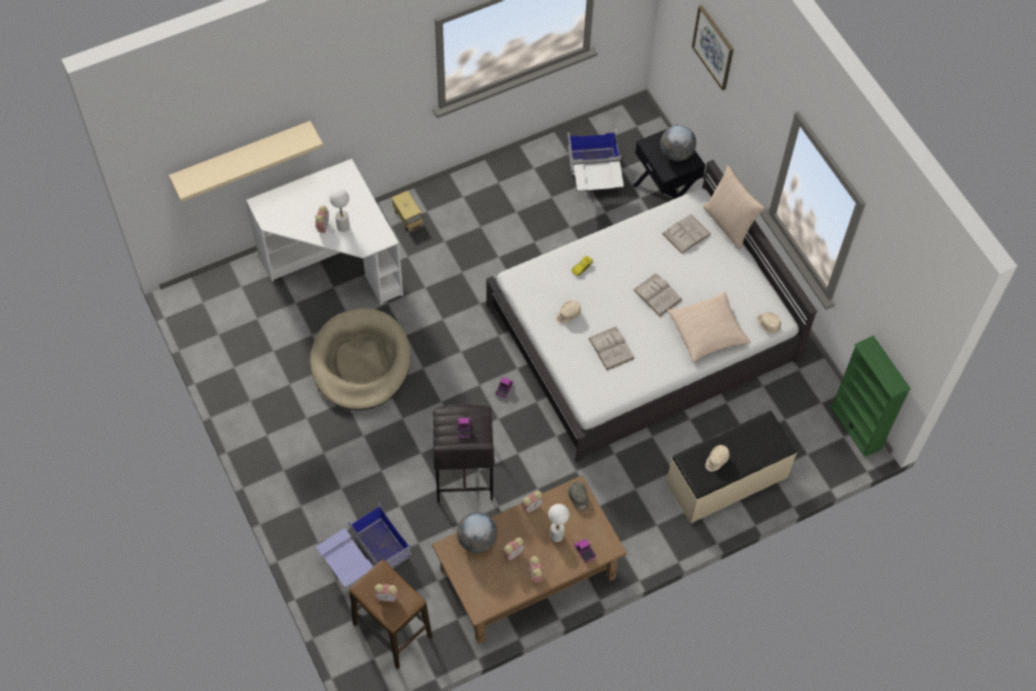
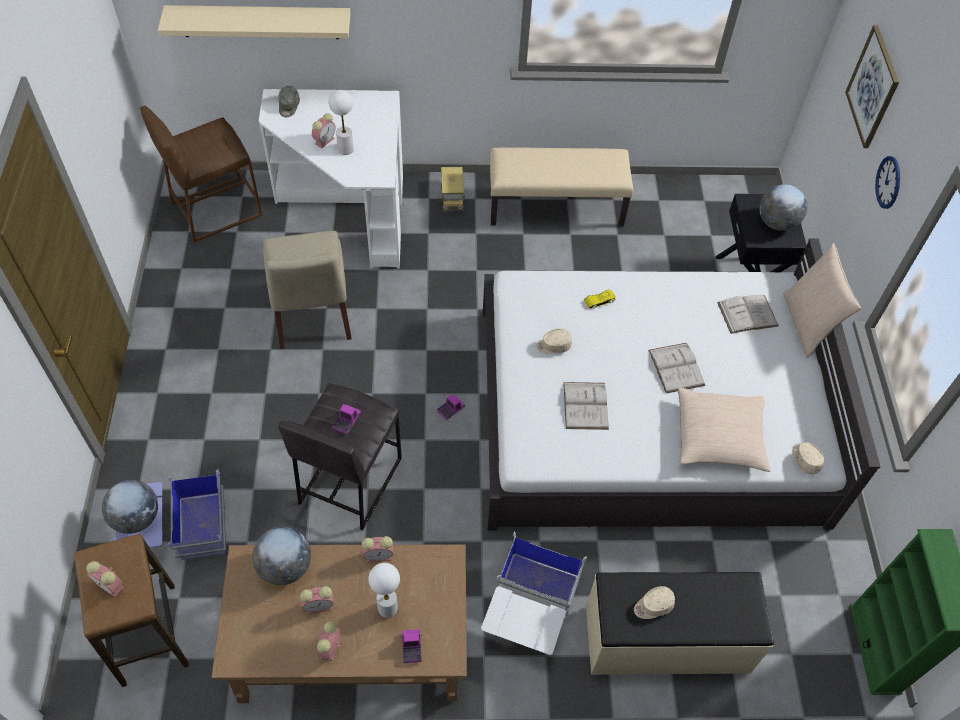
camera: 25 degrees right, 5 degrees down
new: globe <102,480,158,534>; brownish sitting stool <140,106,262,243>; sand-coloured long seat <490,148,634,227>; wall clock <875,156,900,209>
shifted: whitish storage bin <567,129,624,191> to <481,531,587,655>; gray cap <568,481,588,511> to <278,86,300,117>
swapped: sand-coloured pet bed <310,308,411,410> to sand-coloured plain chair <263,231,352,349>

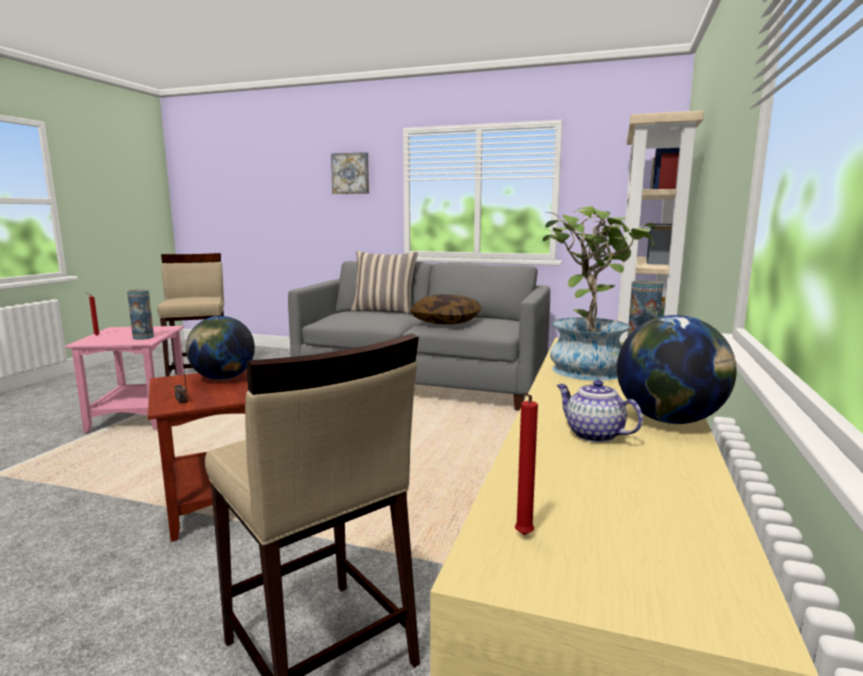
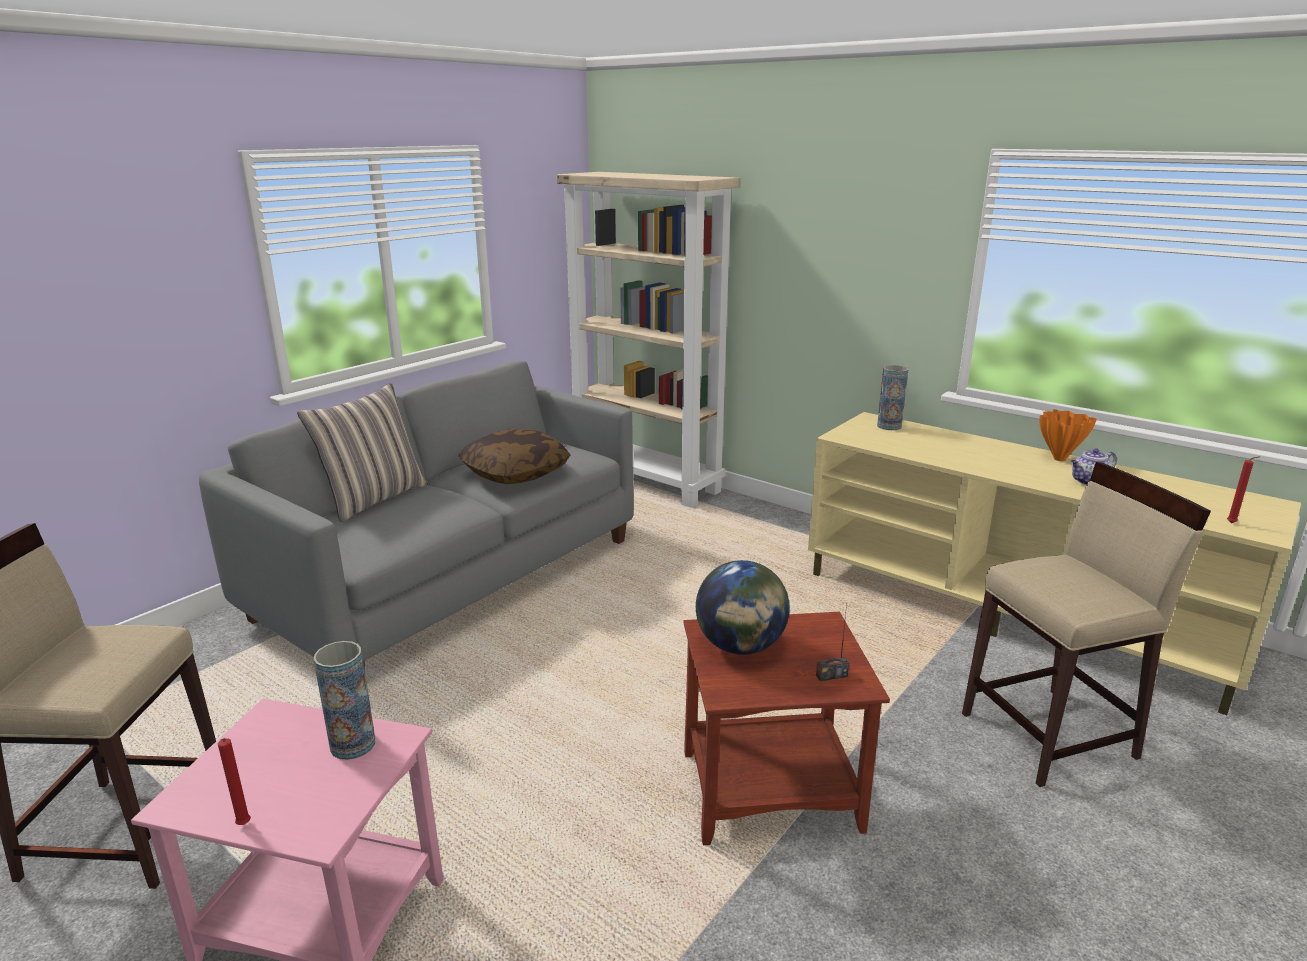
camera: 70 degrees left, 10 degrees up
gone: wall picture <331,152,369,194>; potted plant <543,206,655,381>
swapped: globe <617,315,737,424> to orangey vase <1040,409,1097,461>

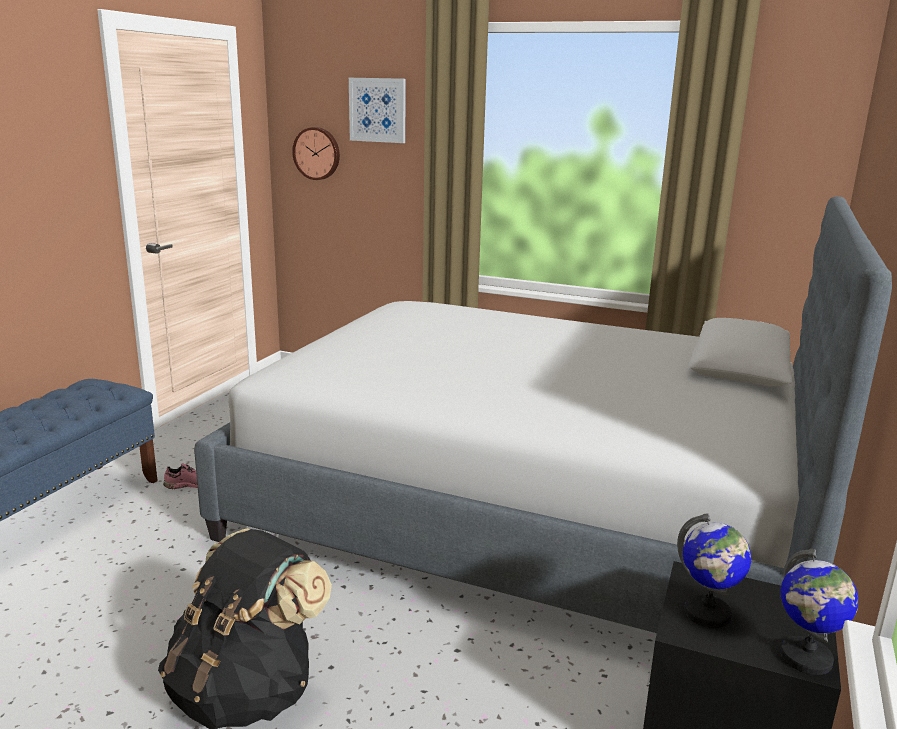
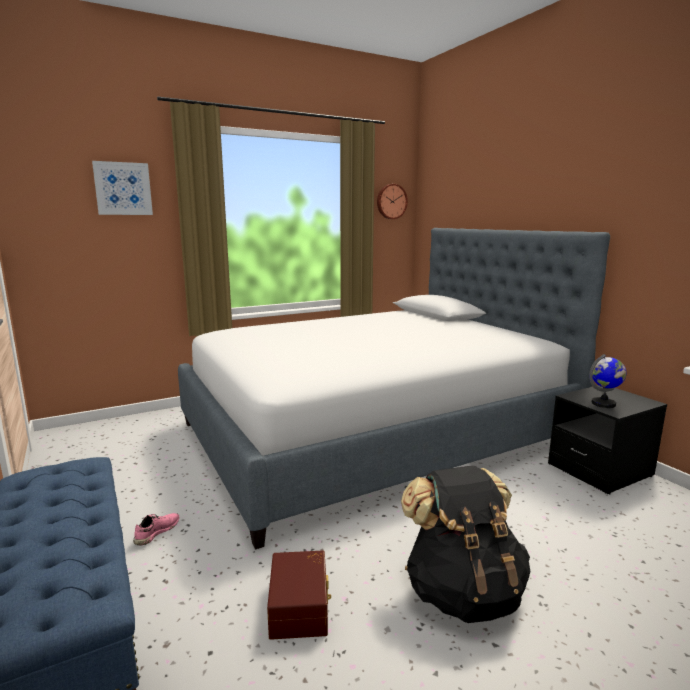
camera: 50 degrees left, 5 degrees down
gone: globe <780,549,858,675>
new: brownish storage bin <267,550,331,640>
shifted: wall clock <292,127,340,180> to <377,184,408,219>

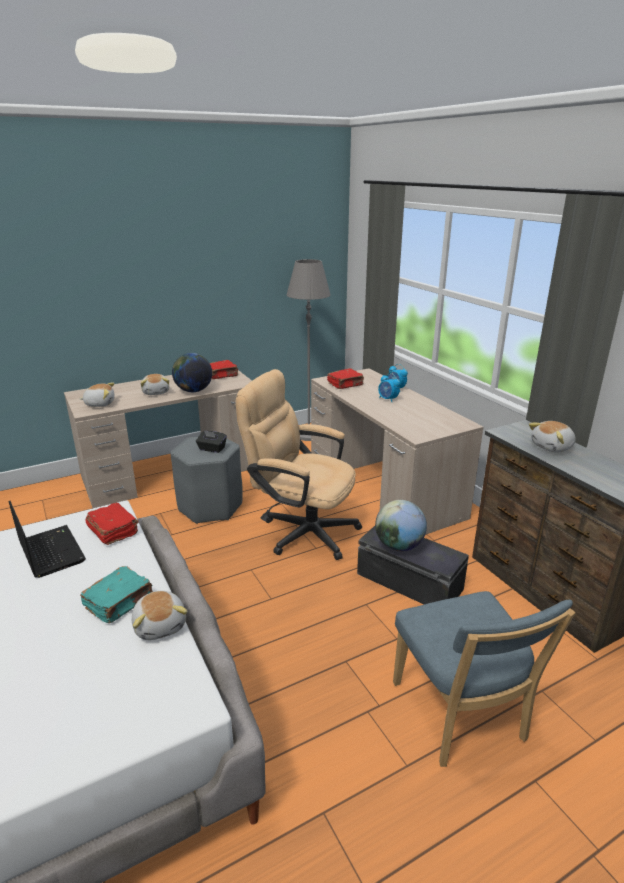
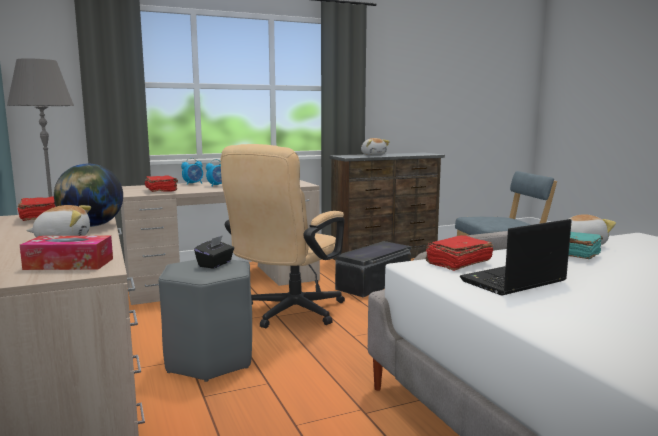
camera: 85 degrees left, 15 degrees down
gone: globe <375,500,427,551>
swapped: plush toy <79,383,114,407> to tissue box <20,236,113,270>

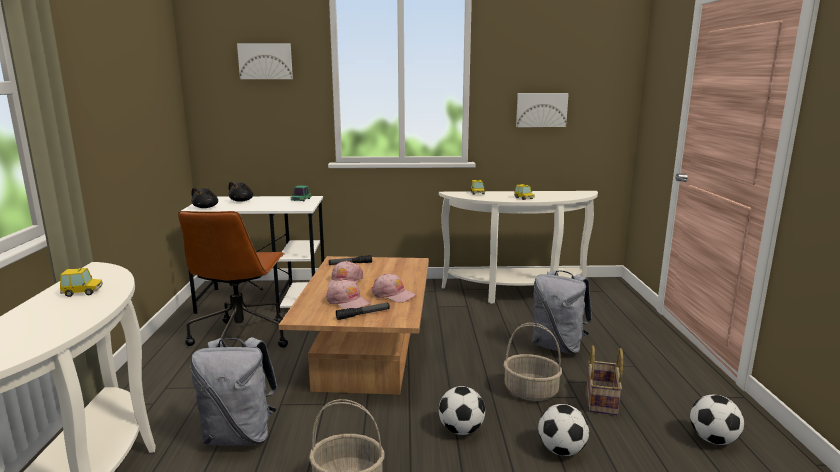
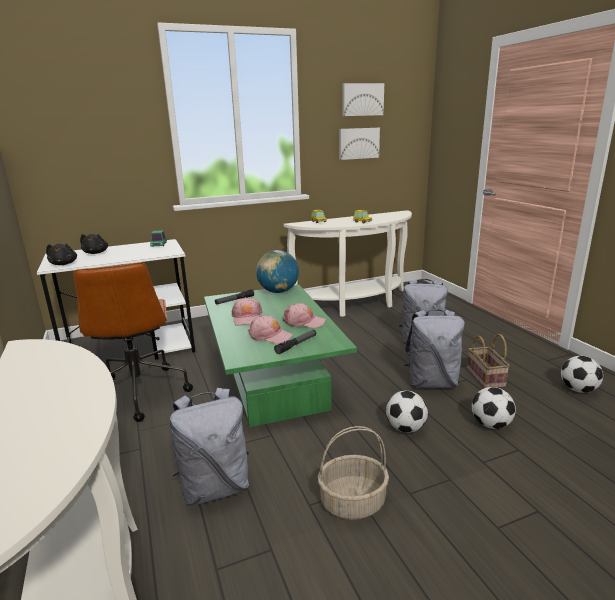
camera: 20 degrees left, 5 degrees up
gone: toy car <60,268,103,297>
new: globe <256,250,299,293>
shifted: wall picture <237,43,293,79> to <343,83,384,116>
swapped: storage basket <503,323,562,401> to gray knapsack <404,309,465,388>
repainted: brownish coffee table <279,256,429,395> to greenish coffee table <204,285,357,427>

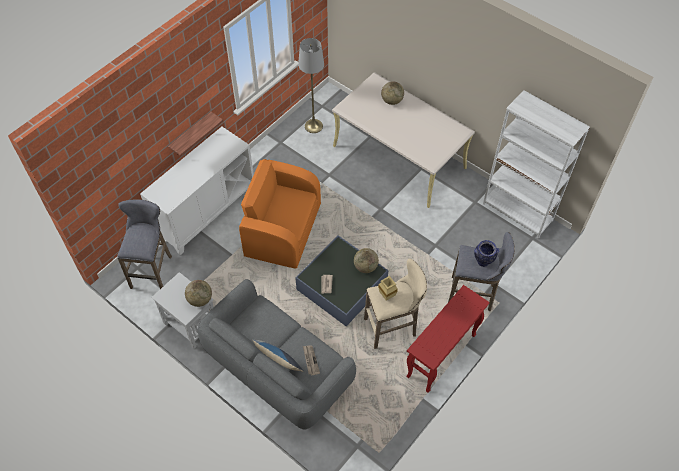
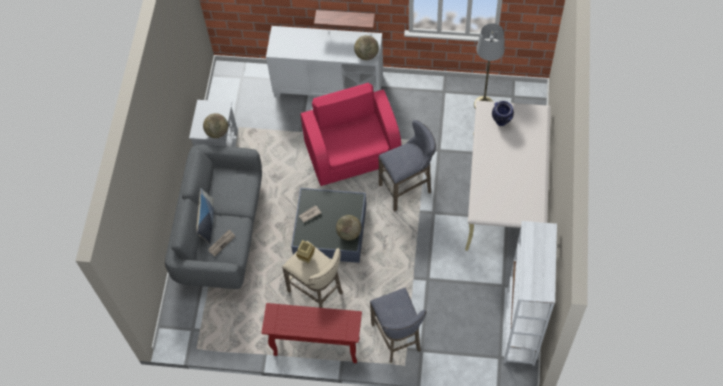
camera: 60 degrees right, 5 degrees up
shifted: gray sitting stool <117,199,172,289> to <378,120,436,212>; globe <381,81,404,105> to <354,35,379,60>; vase <474,240,499,267> to <492,101,514,126>
repainted: orangey easy chair <239,159,321,268> to pink-coloured easy chair <301,83,401,186>

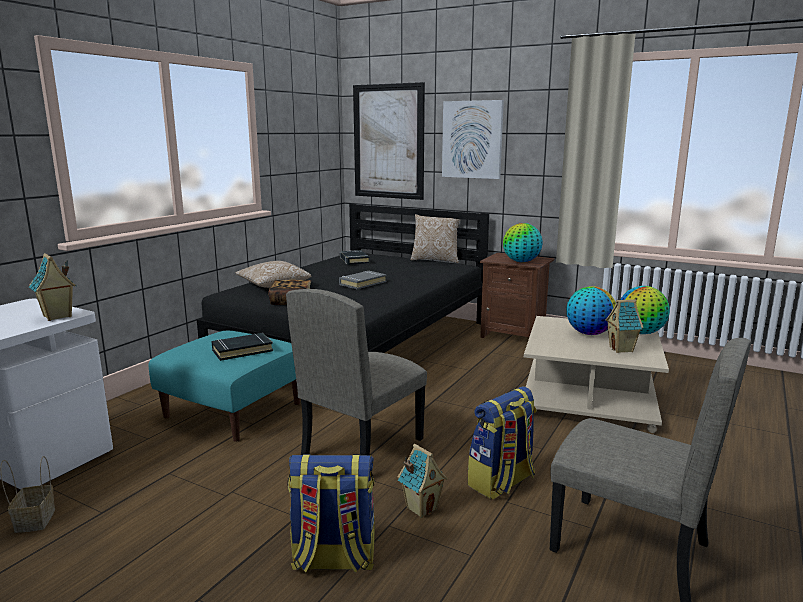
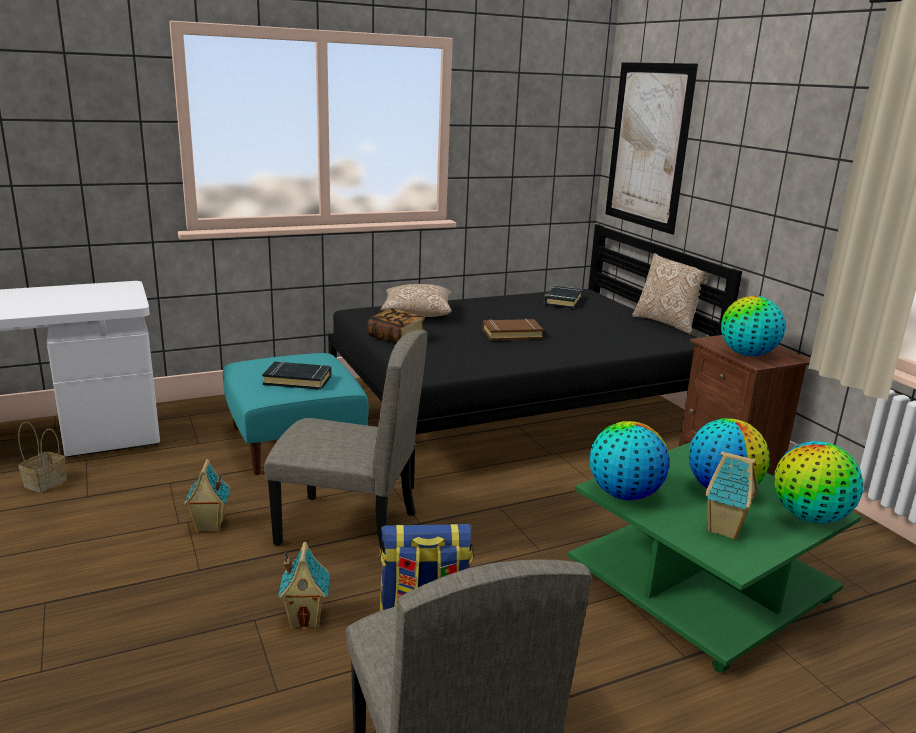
camera: 35 degrees right, 5 degrees up
gone: knapsack <288,454,375,573>; wall picture <442,100,504,179>
new: globe <590,421,670,500>
shifted: toy house <29,253,77,321> to <184,459,231,532>
repainted: gray bound book <339,271,387,289> to brownish bound book <482,319,544,341>; sand-coloured coffee table <524,316,669,433> to greenish coffee table <568,442,861,673>
rotated: sand-coloured plain chair <286,289,427,455> = <264,330,428,553> 150 degrees counterclockwise

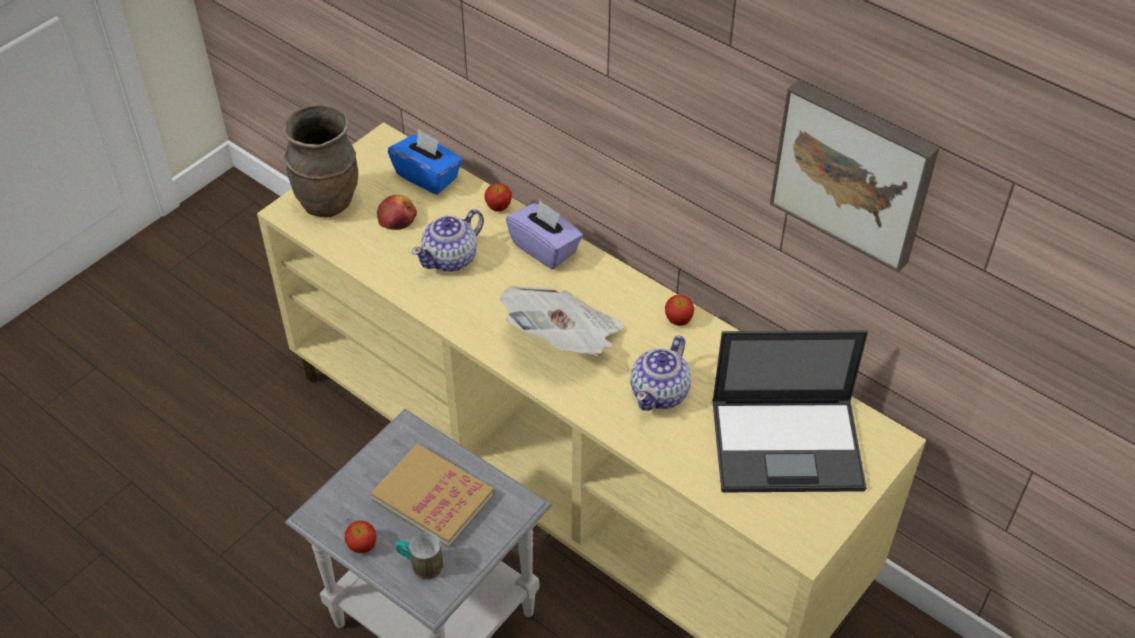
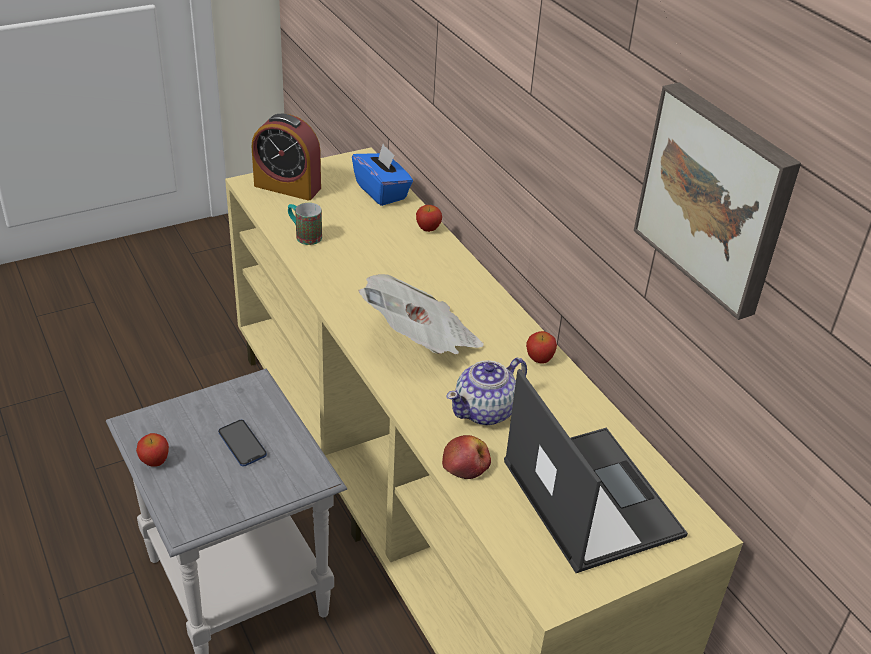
camera: 20 degrees right, 10 degrees down
gone: tea pot <412,209,484,272>; purplish tissue box <506,200,583,269>
shifted: apple <377,195,417,230> to <442,435,491,479>; mug <395,532,443,580> to <288,203,322,245>
swapped: brownish vase <282,104,358,217> to alarm clock <252,114,321,201>; bound book <371,444,495,548> to phone <218,420,267,466>
rotated: notebook computer <712,330,868,492> = <504,369,688,573> 135 degrees counterclockwise

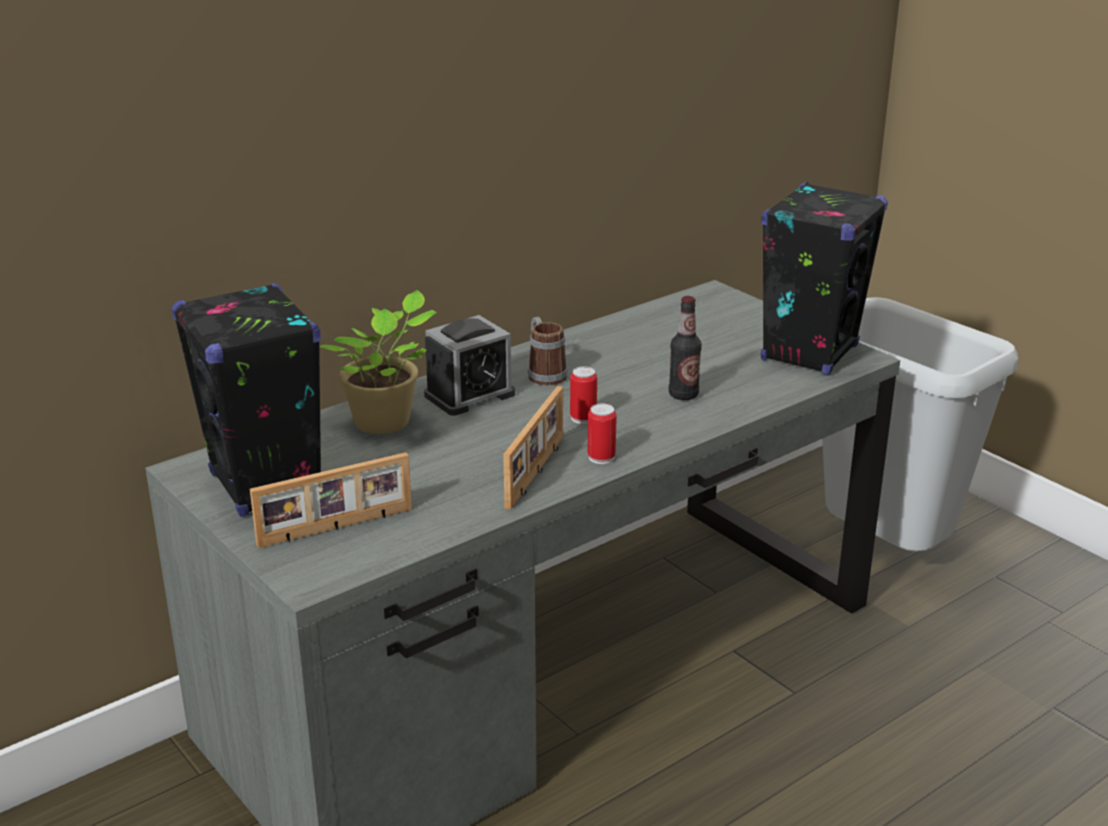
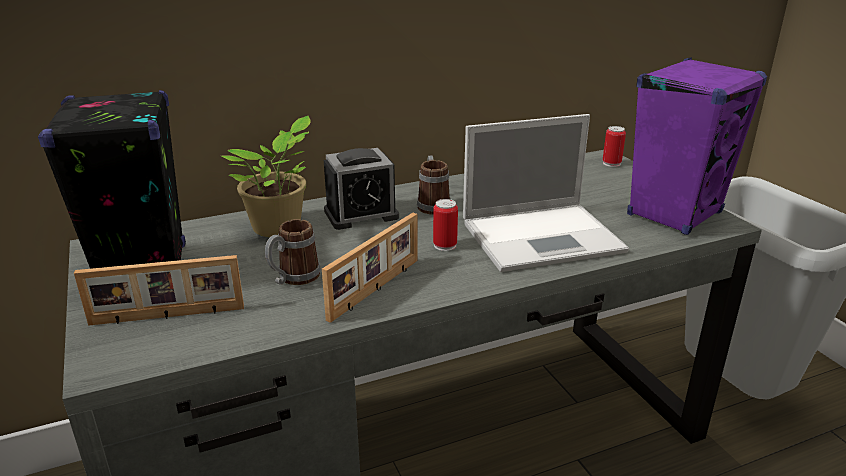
camera: 15 degrees right, 0 degrees up
new: mug <265,219,321,285>
shifted: can <588,404,617,464> to <603,126,626,167>
swapped: bottle <669,296,702,400> to notebook computer <463,114,629,272>
repainted: black-coloured speaker <761,182,888,375> to purplish speaker <627,57,767,235>

